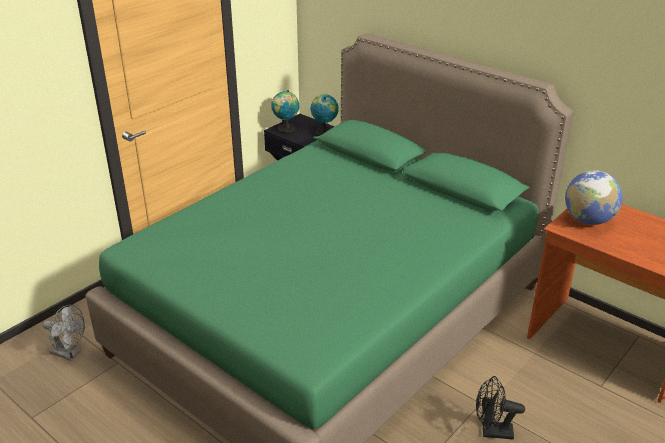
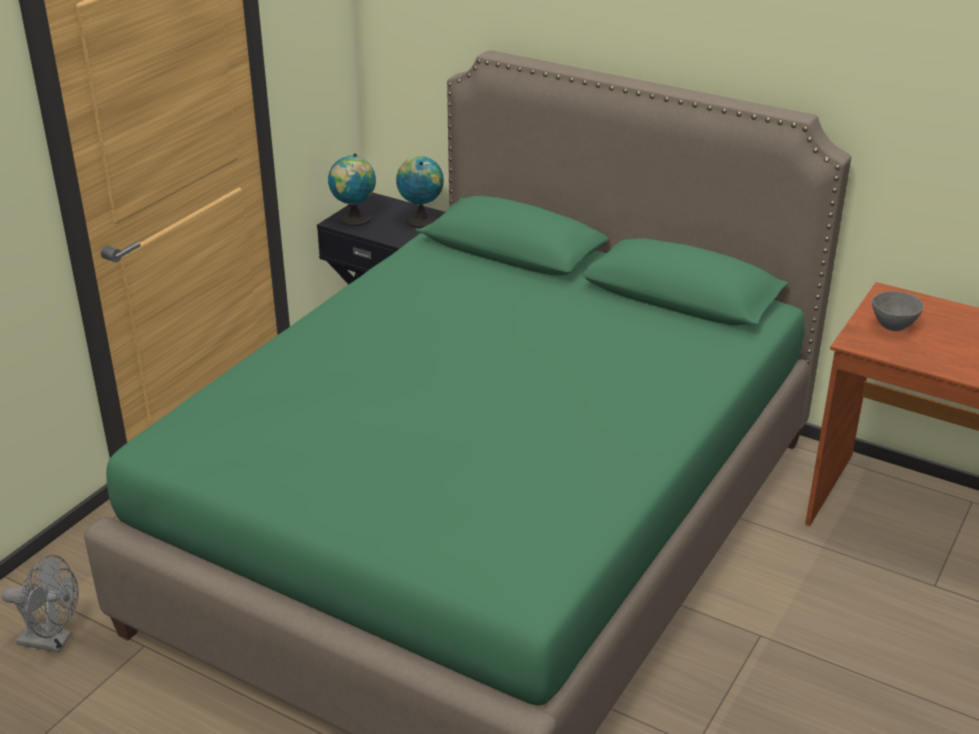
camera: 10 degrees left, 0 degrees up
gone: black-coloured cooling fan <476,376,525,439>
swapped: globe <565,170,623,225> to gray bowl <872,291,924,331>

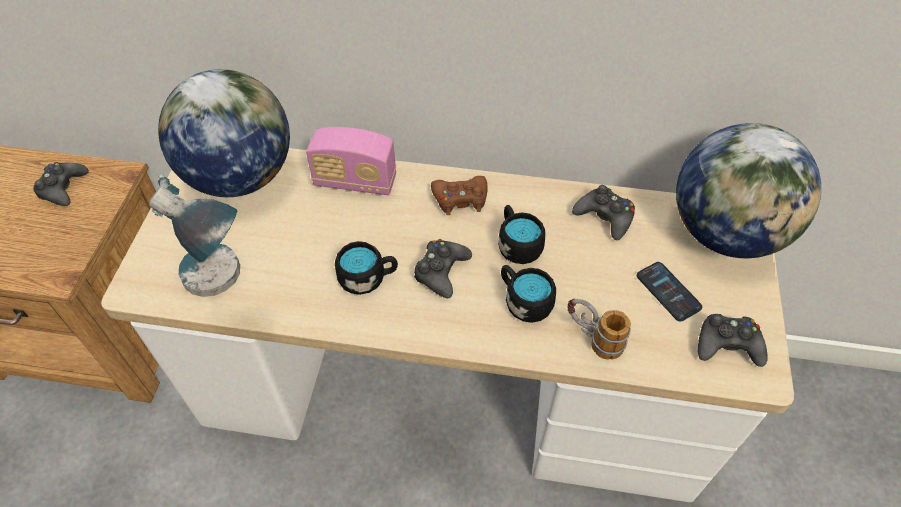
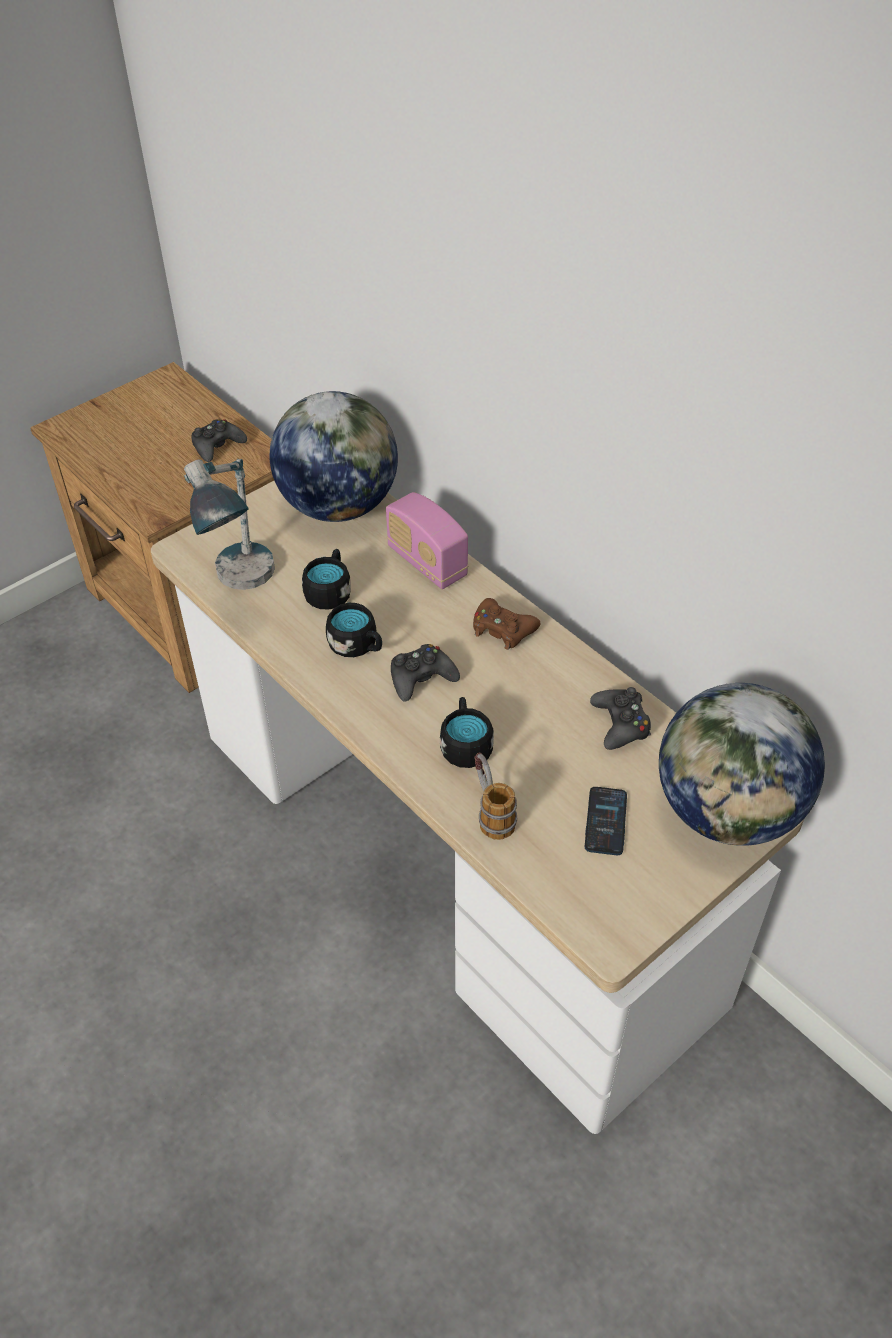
camera: 40 degrees right, 5 degrees down
gone: black-coloured gamepad <698,314,768,367>
shifted: black-coloured mug <498,205,546,264> to <302,549,351,610>

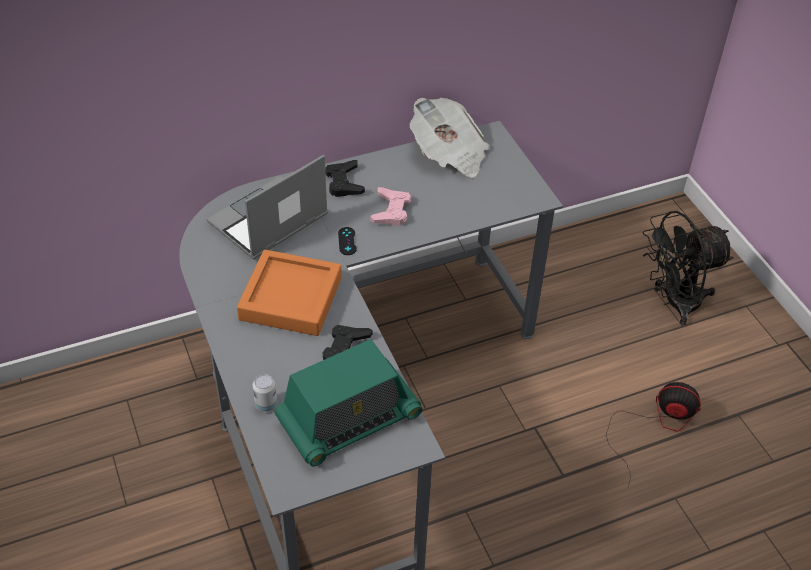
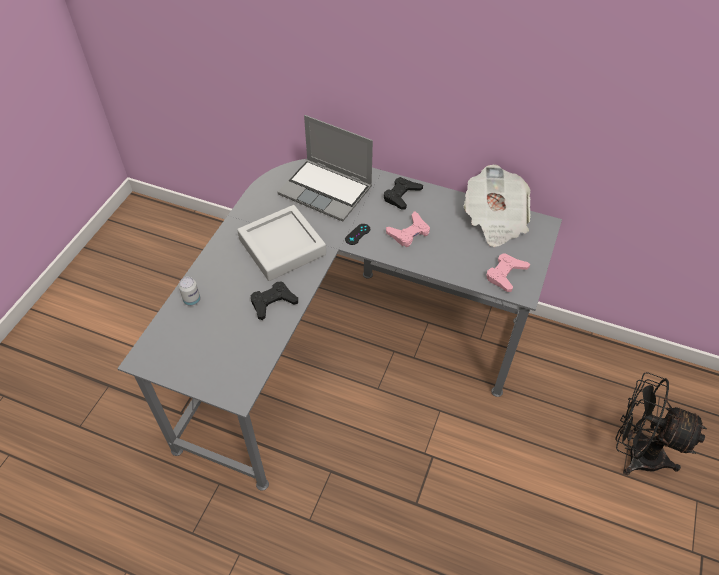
camera: 45 degrees right, 5 degrees up
gone: radio receiver <275,339,422,467>; cooling fan <606,382,701,487>
new: pink-coloured gamepad <487,253,530,292>
repainted: orangey carrying tray <237,250,342,336> to gray carrying tray <237,205,326,281>
rotated: notebook computer <207,155,328,260> = <278,115,373,222> 150 degrees counterclockwise

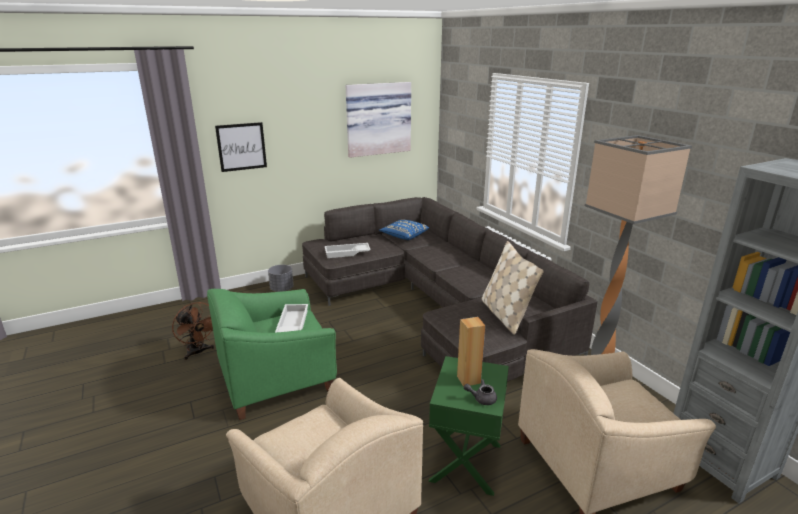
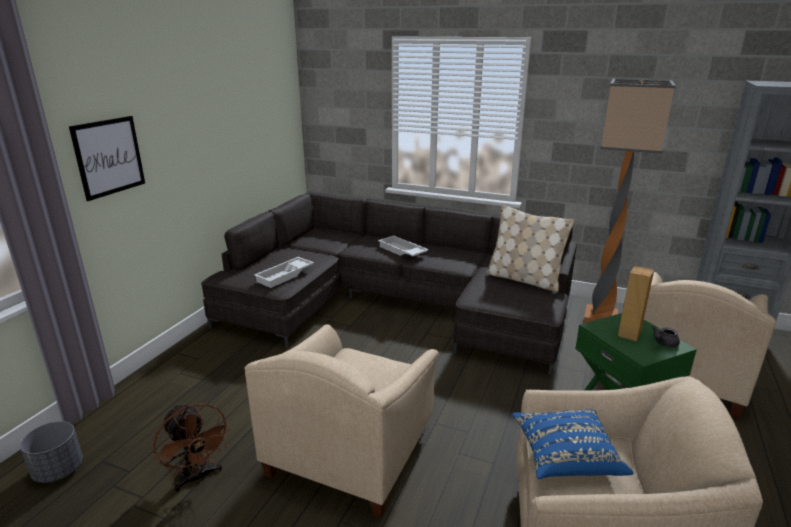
camera: 40 degrees left, 0 degrees up
gone: wall picture <346,82,411,158>
shifted: gray plant pot <268,265,294,292> to <20,421,83,483>; whitish carrying tray <275,304,308,333> to <378,235,429,256>; bluish cushion <379,220,429,240> to <512,409,634,479>
repainted: greenish easy chair <207,289,337,420> to sand-coloured easy chair <244,324,439,518>
rotated: brownish cooling fan <172,302,214,360> = <153,403,231,492> 45 degrees clockwise

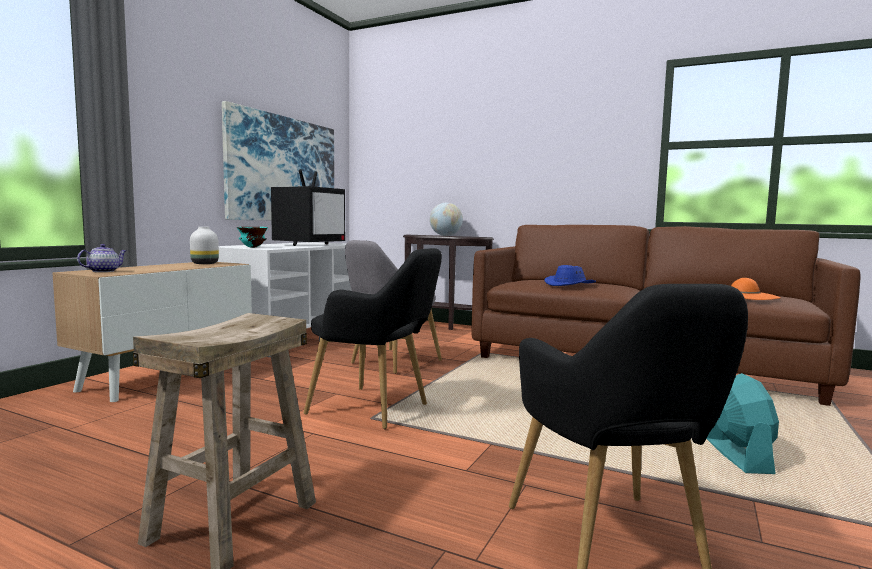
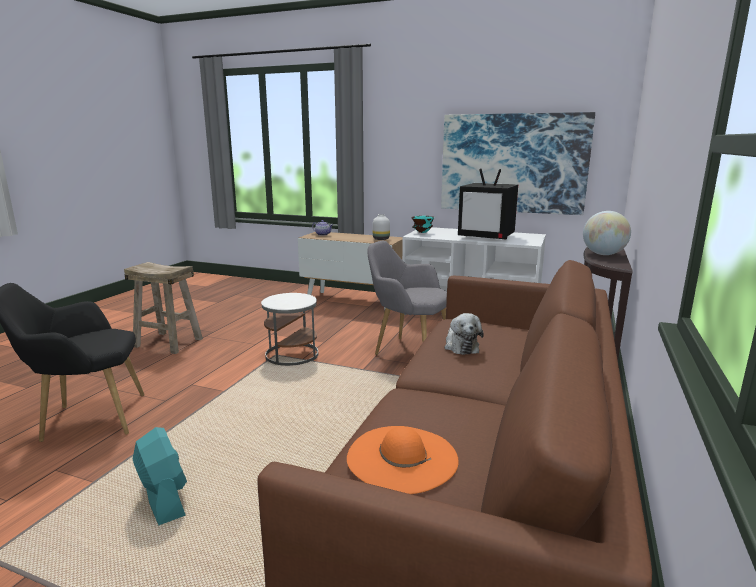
camera: 85 degrees right, 10 degrees up
swapped: black-coloured easy chair <304,248,442,429> to whitish end table <261,293,318,366>; bluish wearable hat <544,265,596,286> to plush toy <445,313,484,355>
rotated: blue-green cooling fan <706,373,779,474> = <133,427,187,526> 120 degrees counterclockwise

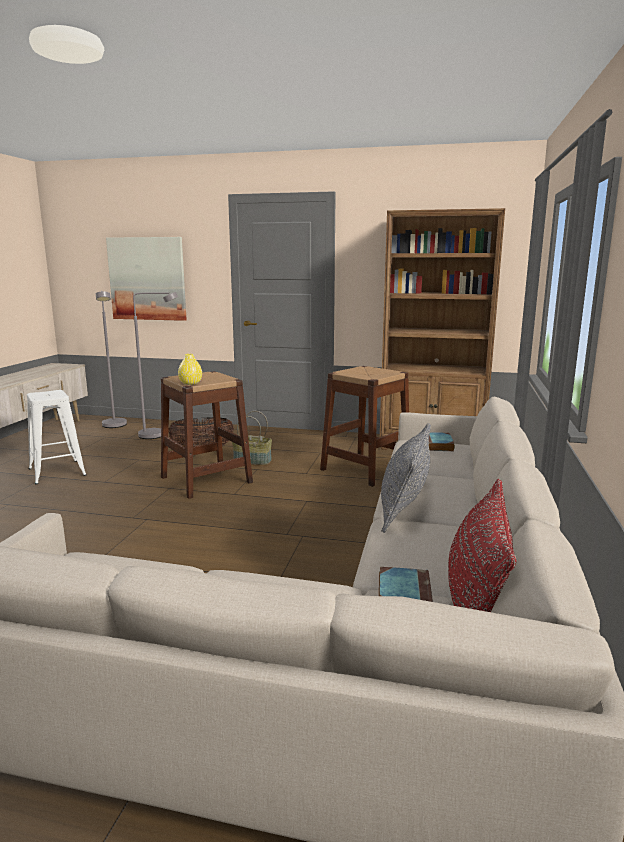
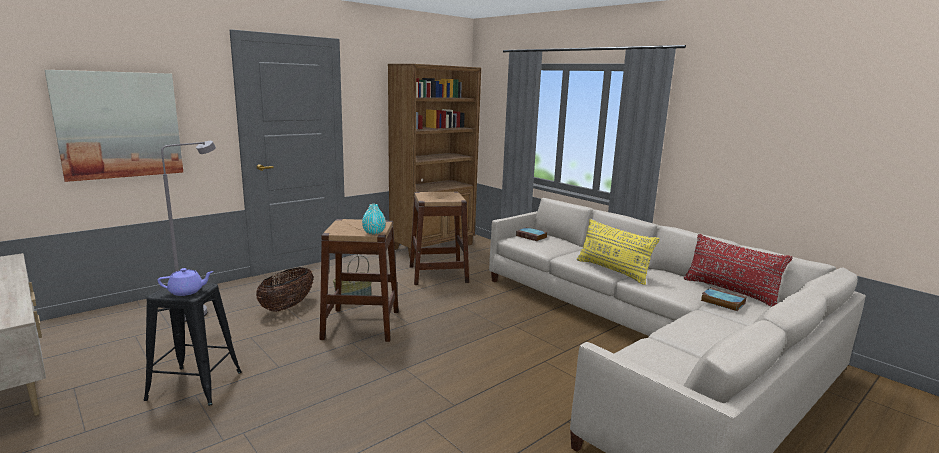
camera: 55 degrees left, 0 degrees up
gone: gray floor lamp <96,291,127,428>
new: purplish tea pot <158,268,214,296>
repainted: whitish sitting stool <27,390,86,485> to black-coloured sitting stool <143,283,242,406>; yellow vase <178,354,202,385> to blue-green vase <362,204,386,235>; gray cushion <381,423,431,533> to yellow cushion <577,219,660,285>

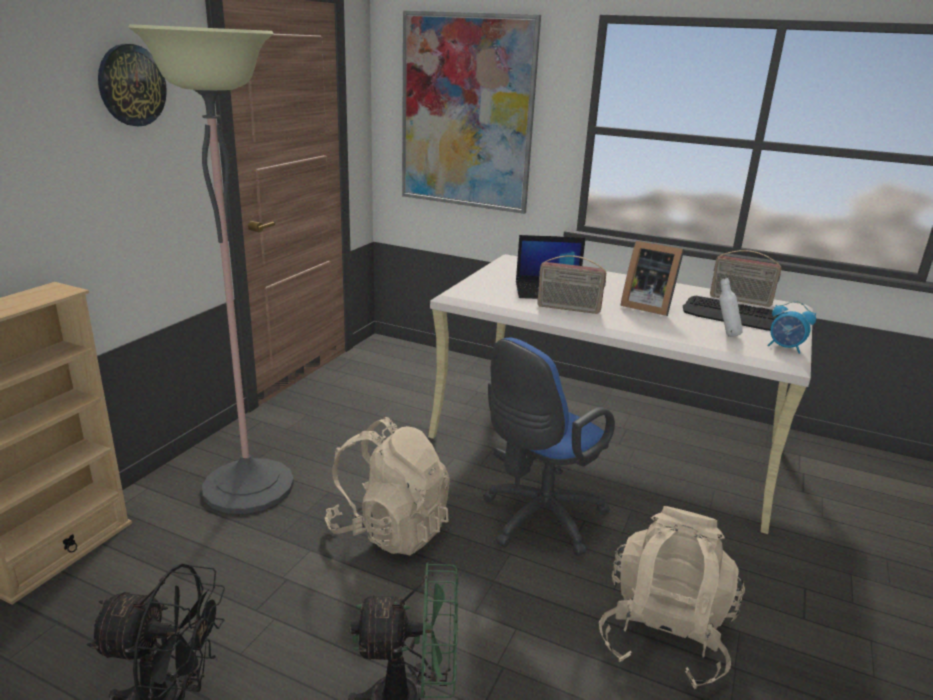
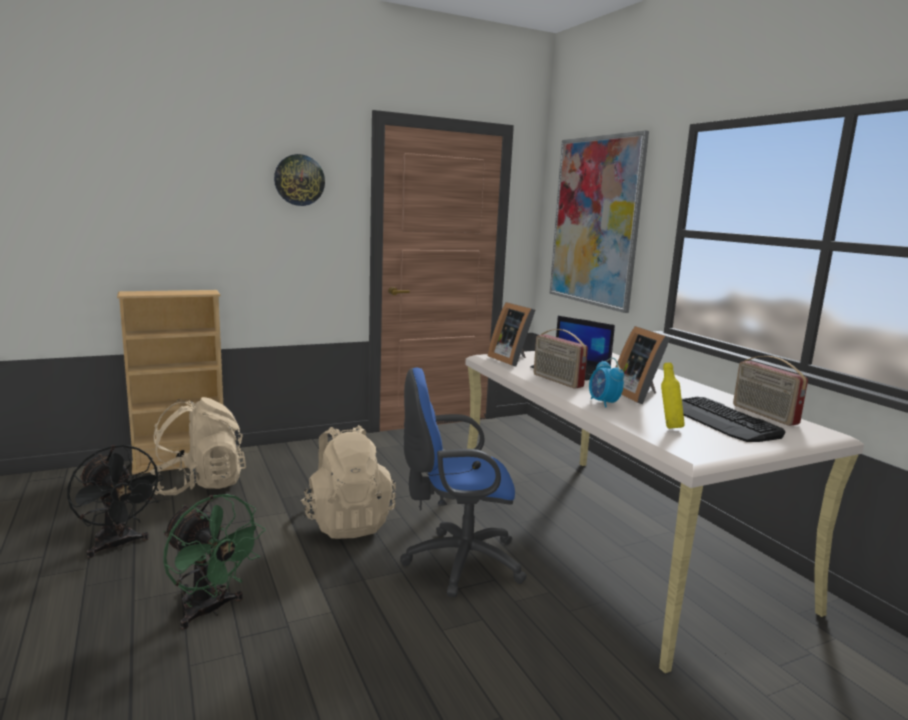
camera: 40 degrees right, 10 degrees down
gone: floor lamp <128,24,294,514>
new: photo frame <488,302,535,367>
shifted: sand-coloured knapsack <599,506,745,689> to <150,397,246,495>; alarm clock <767,301,816,354> to <589,358,624,408>
repainted: whitish bottle <719,278,743,337> to yellow bottle <661,362,685,429>

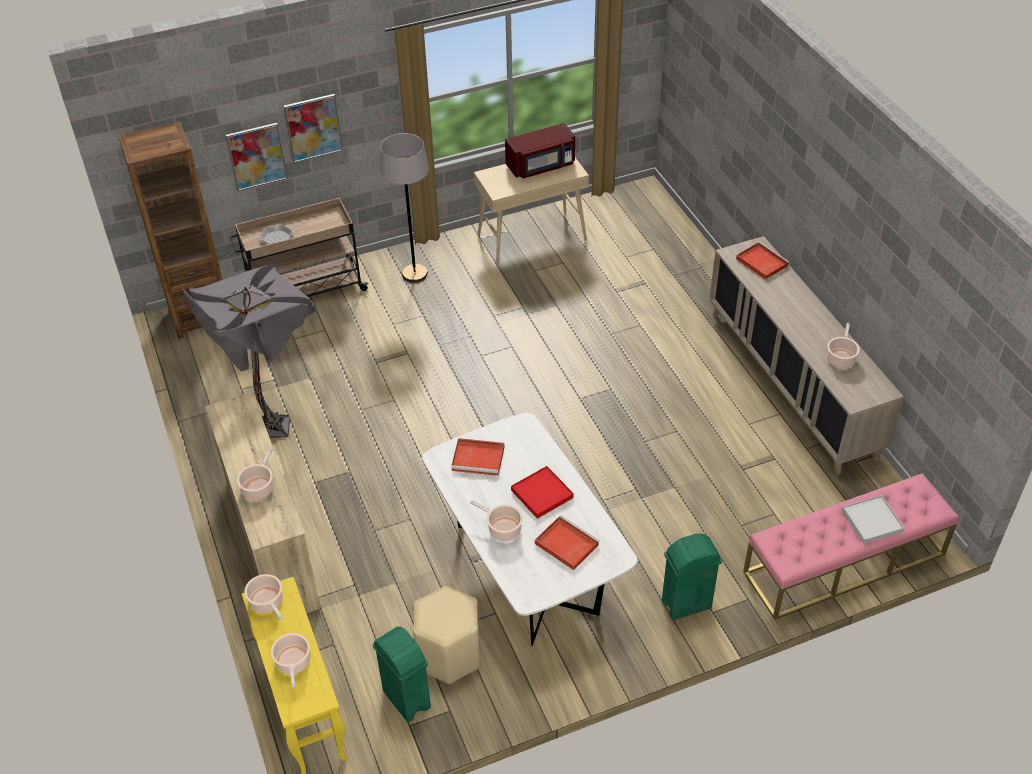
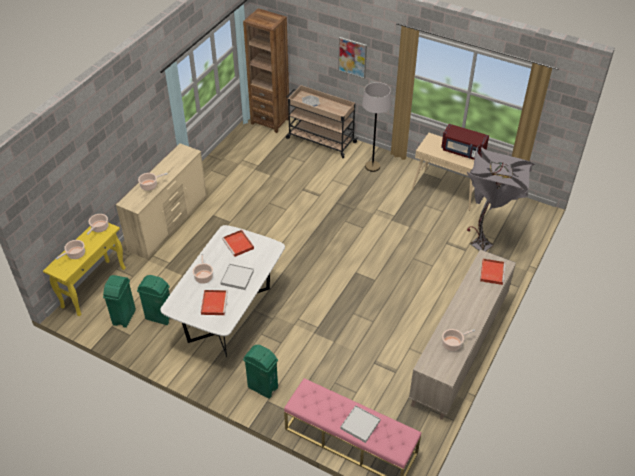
camera: 50 degrees right, 0 degrees up
gone: wall picture <226,123,287,191>
shifted: gray floor lamp <183,264,315,438> to <467,144,536,251>
swapped: sand-coloured sitting stool <413,586,480,684> to greenish waste bin <137,275,170,325>
repainted: reddish carrying tray <511,466,574,519> to whitish carrying tray <220,264,254,290>

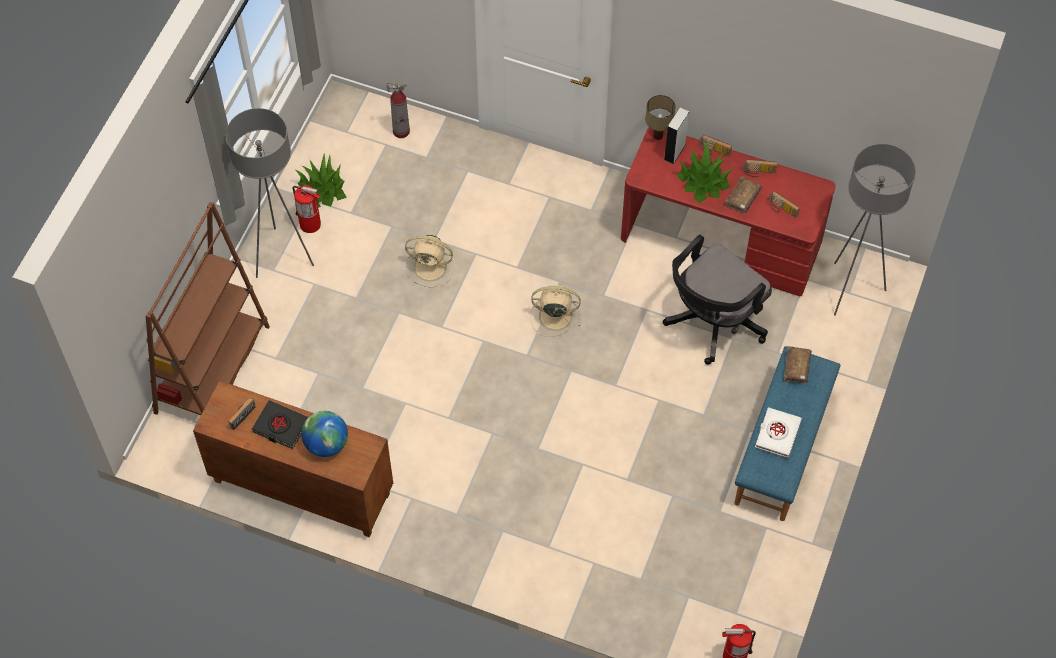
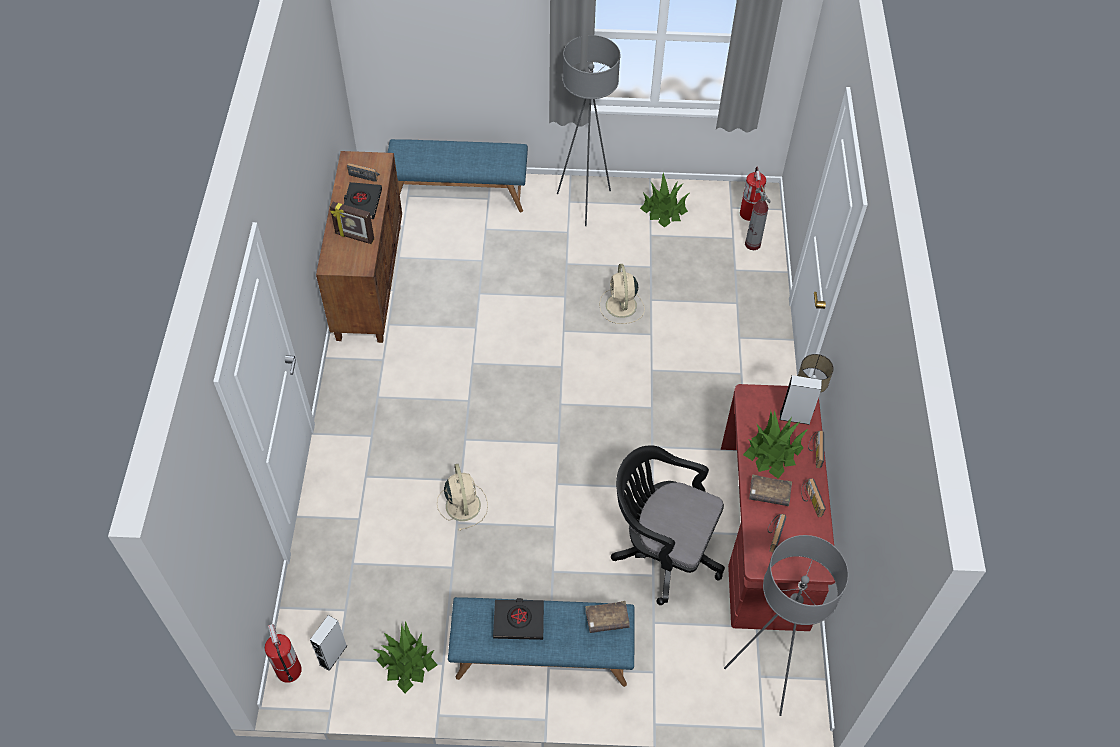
camera: 70 degrees right, 5 degrees down
new: gray speaker <310,615,347,671>; potted plant <373,621,437,693>
shifted: fire extinguisher <293,185,321,233> to <740,167,766,221>; sand-coloured cooling fan <531,285,581,337> to <437,464,488,531>
swapped: brownish bookcase <146,202,270,415> to bluish long seat <388,139,528,212>; globe <301,411,348,457> to photo frame <330,202,374,244>
repainted: whitish bound book <755,407,802,458> to black-coloured bound book <493,598,544,640>

